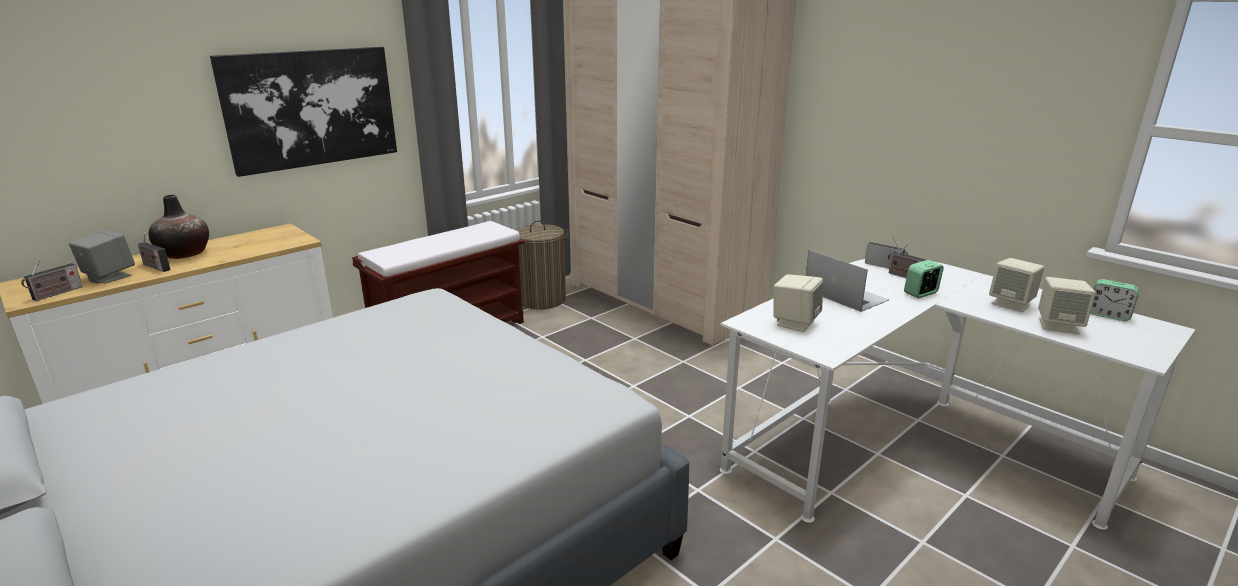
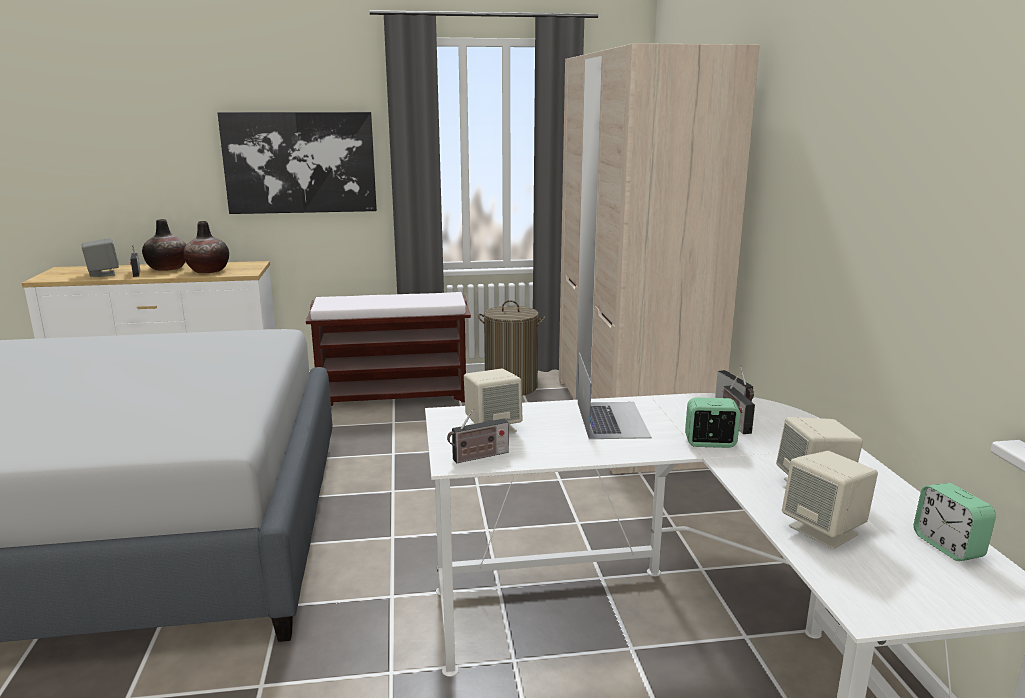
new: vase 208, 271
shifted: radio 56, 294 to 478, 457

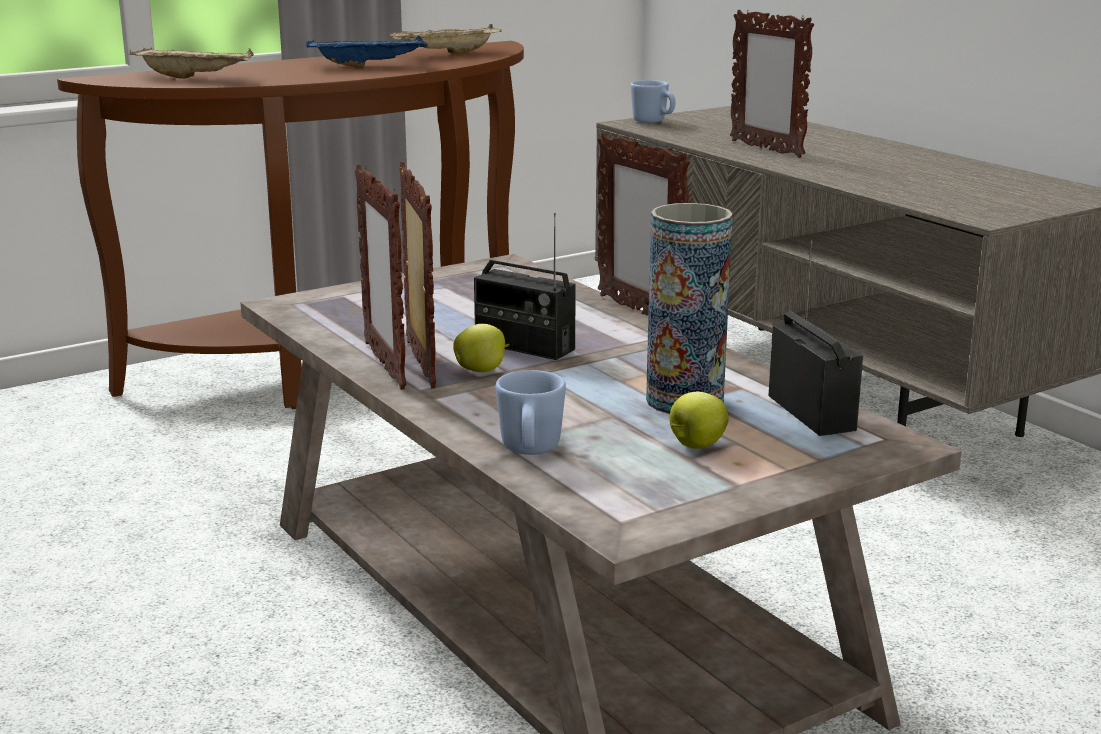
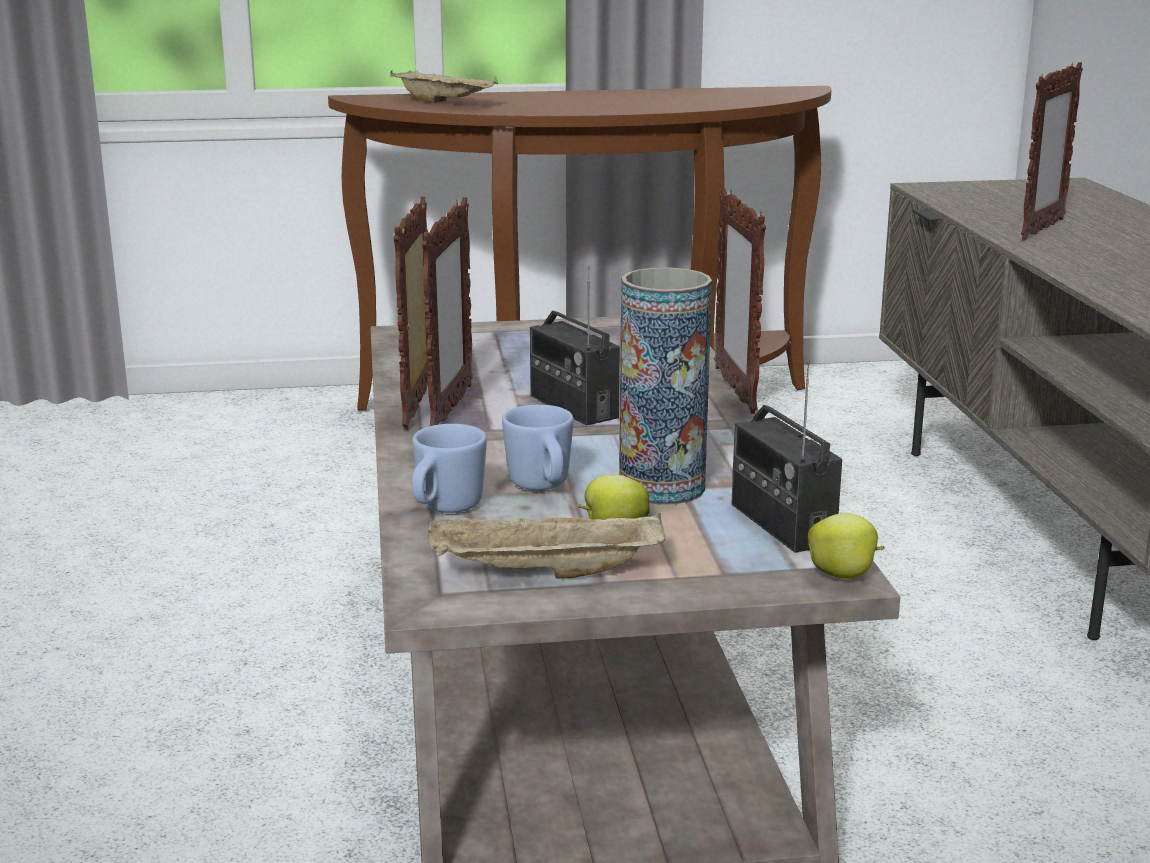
gone: blue tray 370, 65
shifted: beige tray 446, 54 to 543, 574; blue mug 653, 122 to 542, 487; apple 482, 371 to 843, 575
rotated: radio 811, 413 = 781, 524 150 degrees clockwise; picture frame 766, 149 = 1041, 229 135 degrees counterclockwise

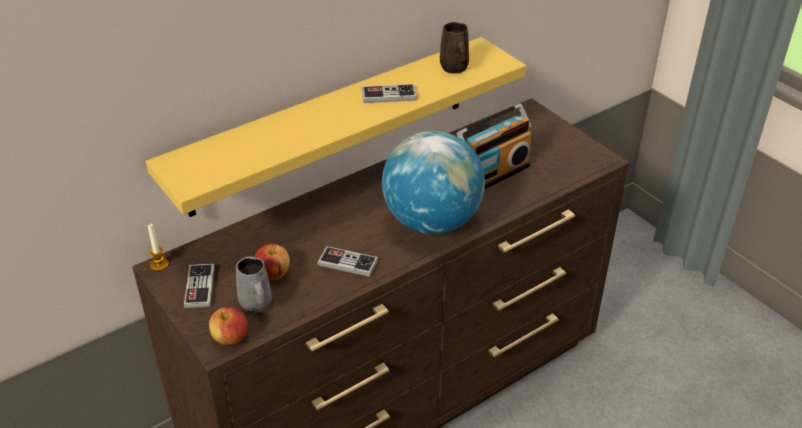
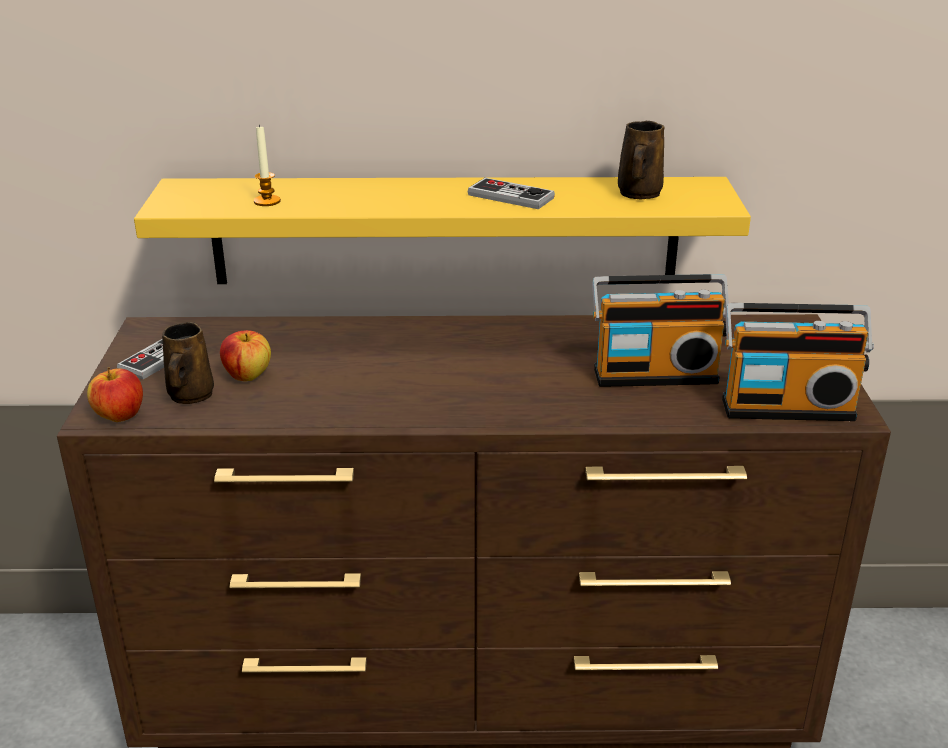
gone: game controller 347, 263; globe 431, 221
new: radio 786, 406
shifted: candle 159, 264 to 267, 201
repainted: grey mug 256, 304 to brown mug 190, 396

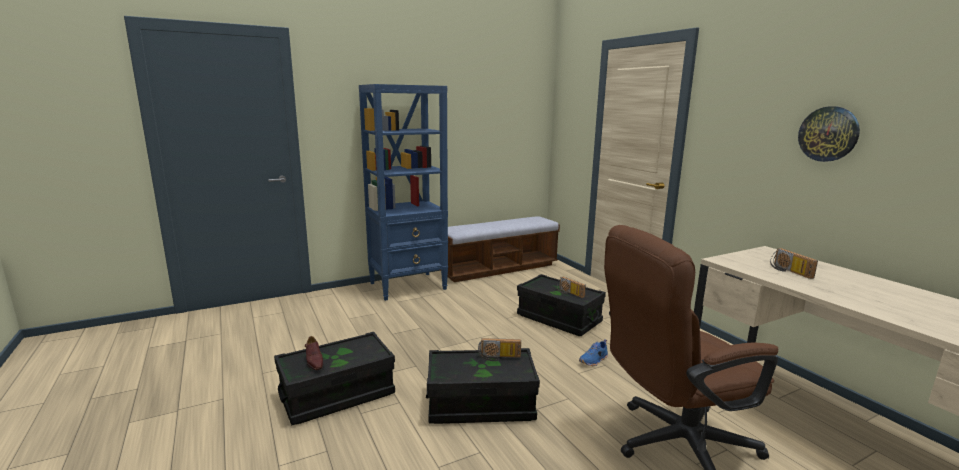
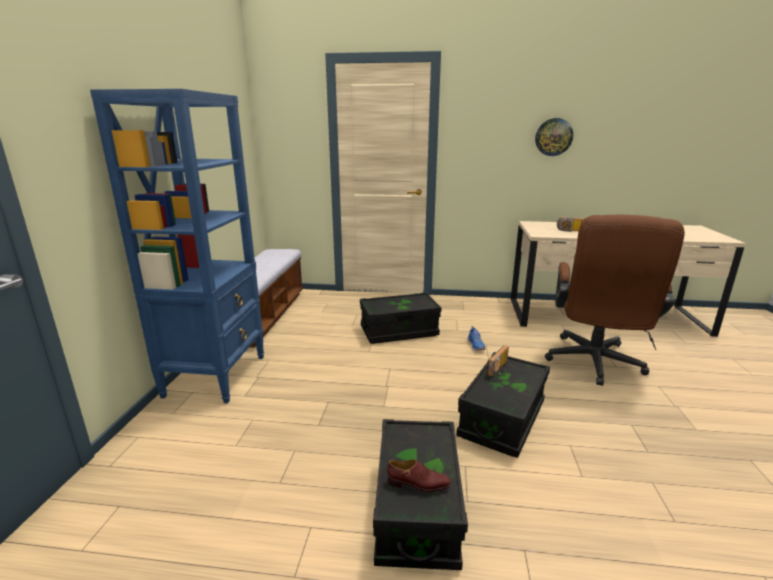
gone: radio 569, 293

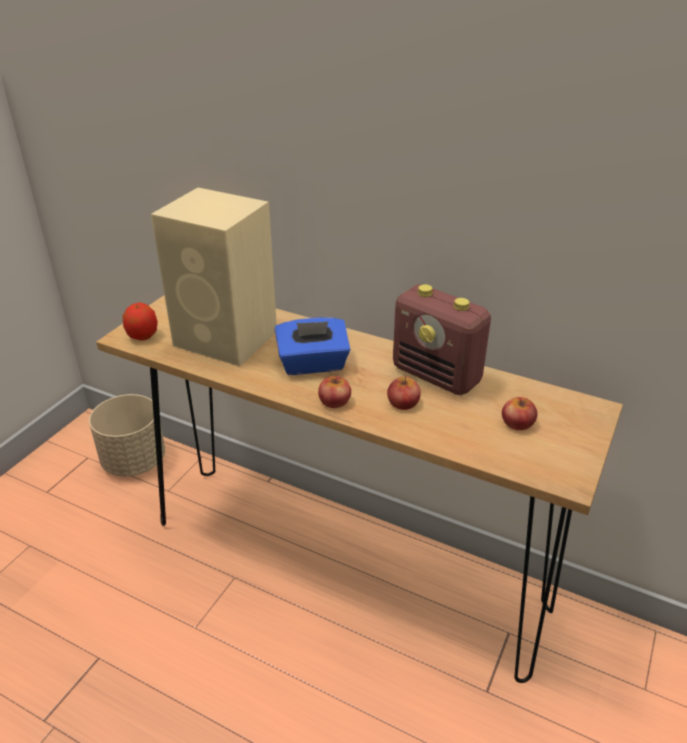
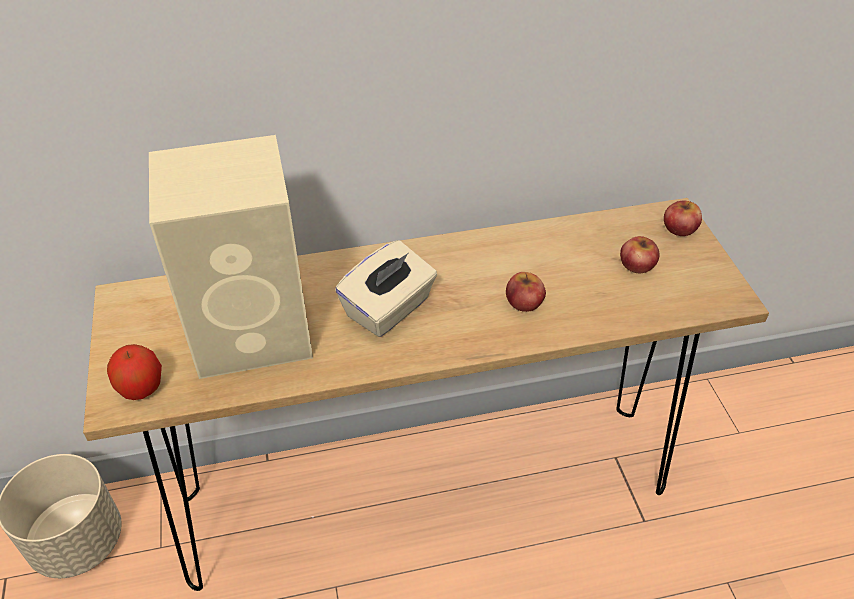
gone: radio 437, 376
shifted: apple 334, 401 to 679, 228
repainted: blue tissue box 313, 364 to beige tissue box 389, 309

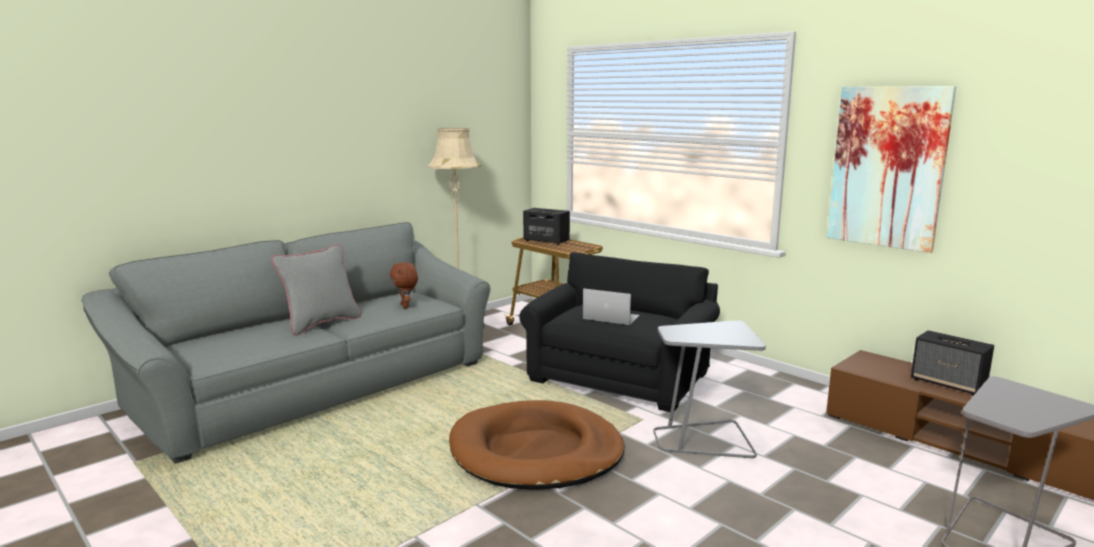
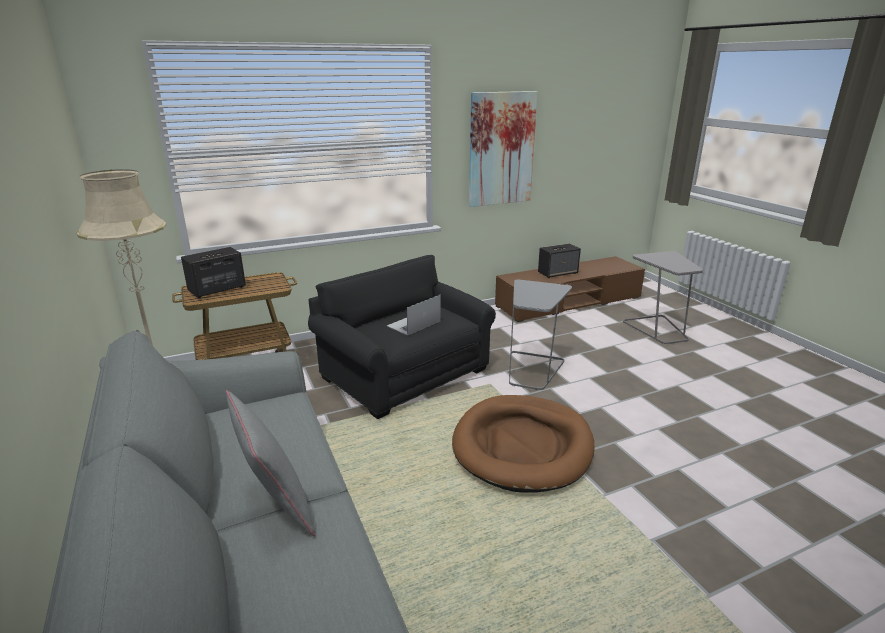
gone: brown plush toy 405, 306

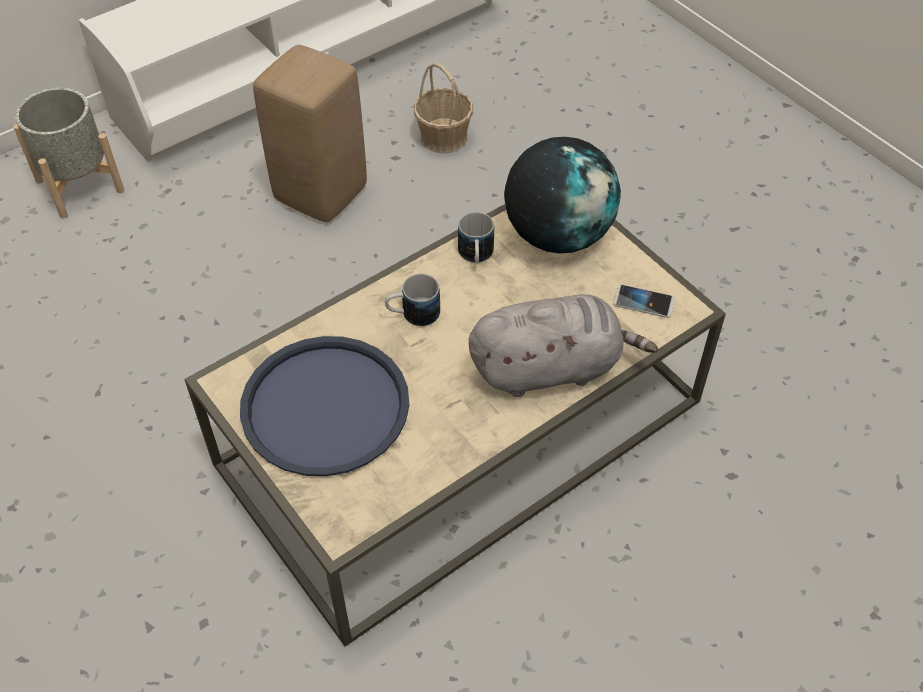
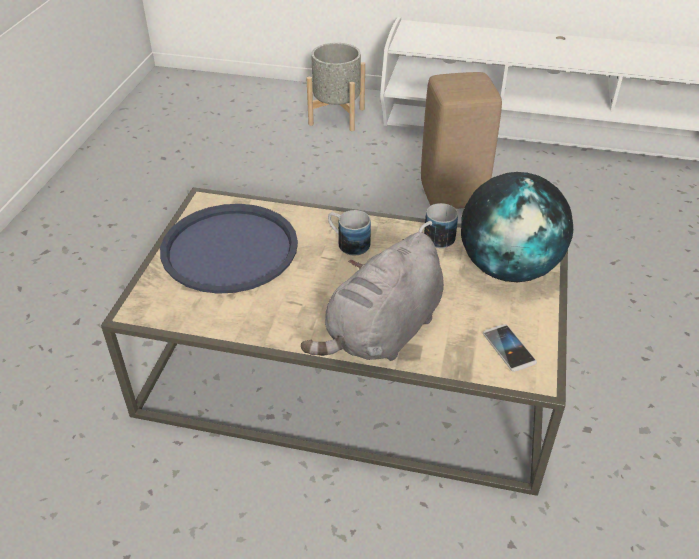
gone: basket 443, 136
rotated: grey plush toy 551, 368 = 382, 333 90 degrees clockwise

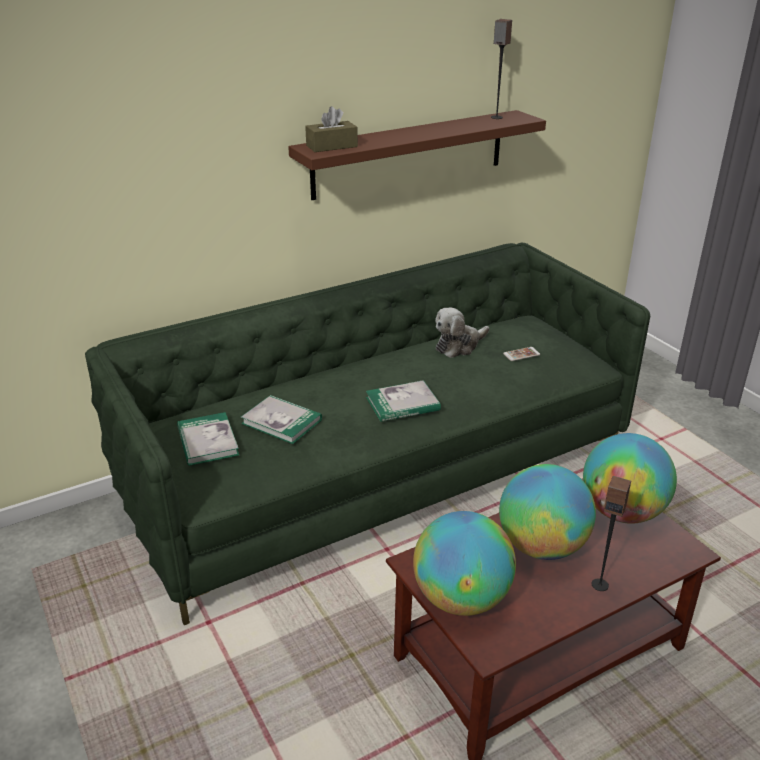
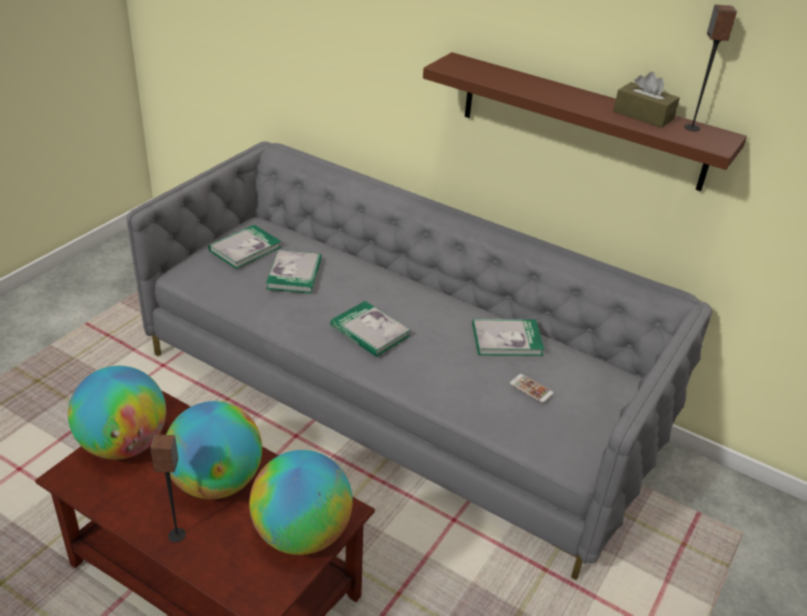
shifted: brown tissue box 331, 146 to 643, 115
swapped: plush toy 459, 345 to book 507, 339
repainted: green sofa 380, 475 to grey sofa 397, 400

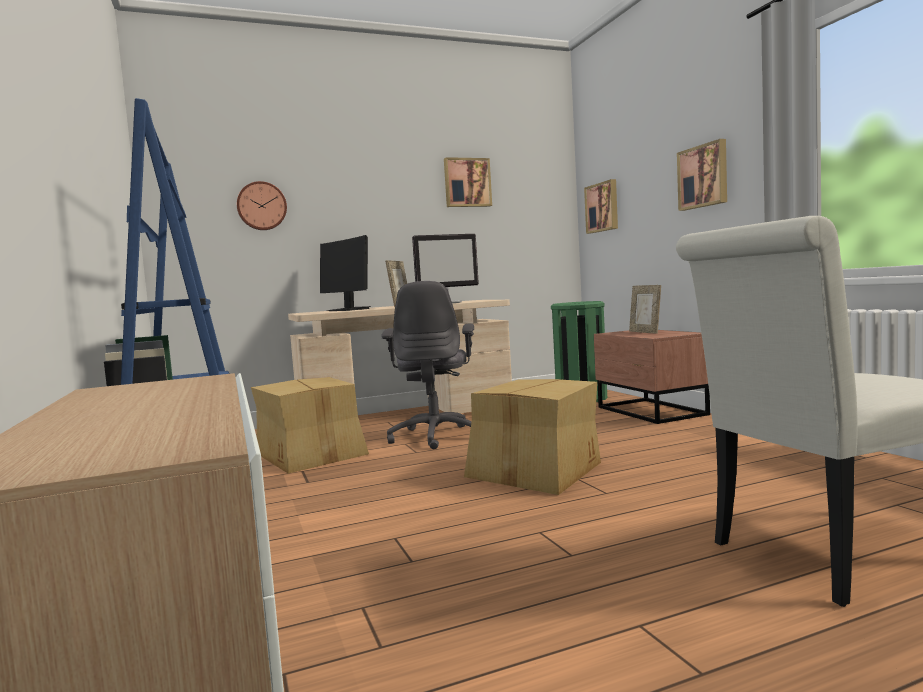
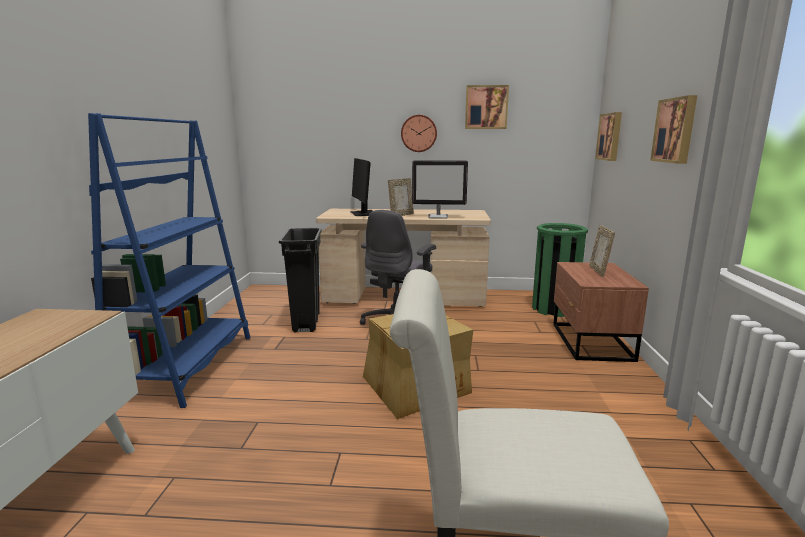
shifted: wall clock 261, 206 to 419, 133
swapped: cardboard box 312, 455 to black trash can 306, 322

